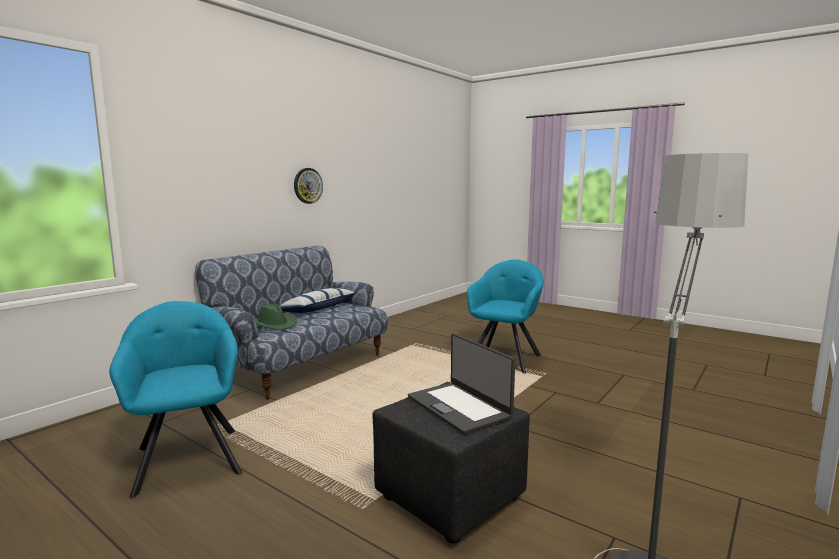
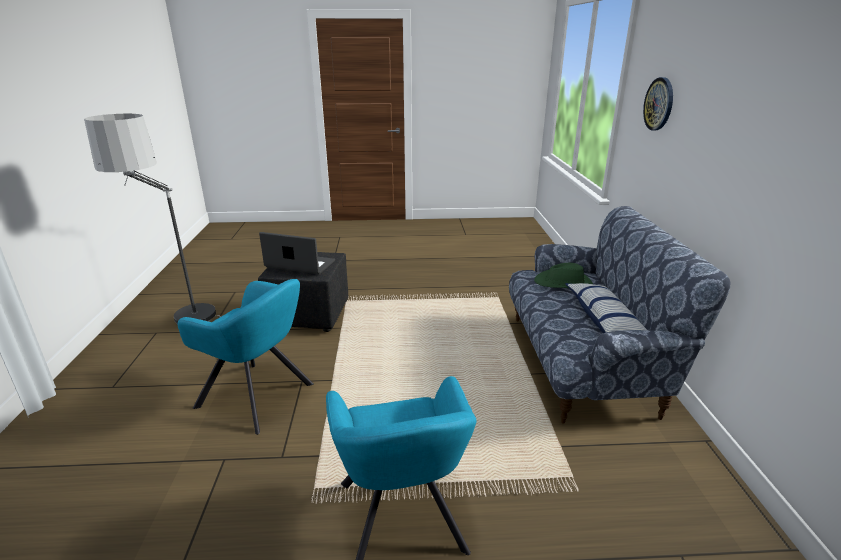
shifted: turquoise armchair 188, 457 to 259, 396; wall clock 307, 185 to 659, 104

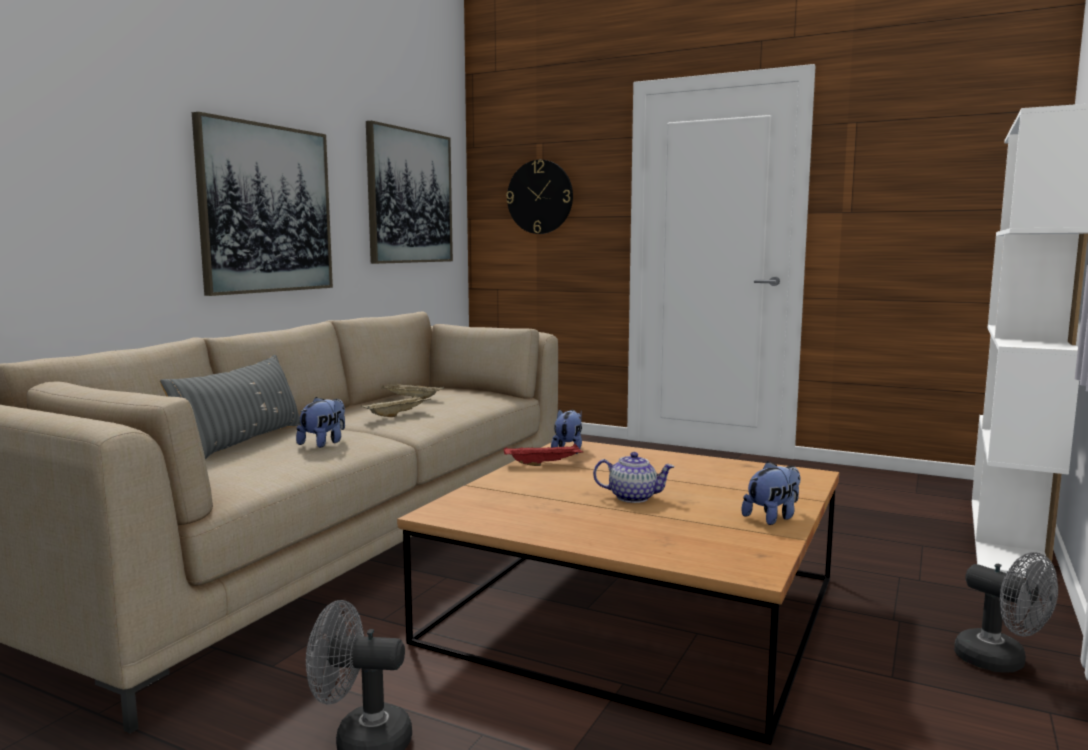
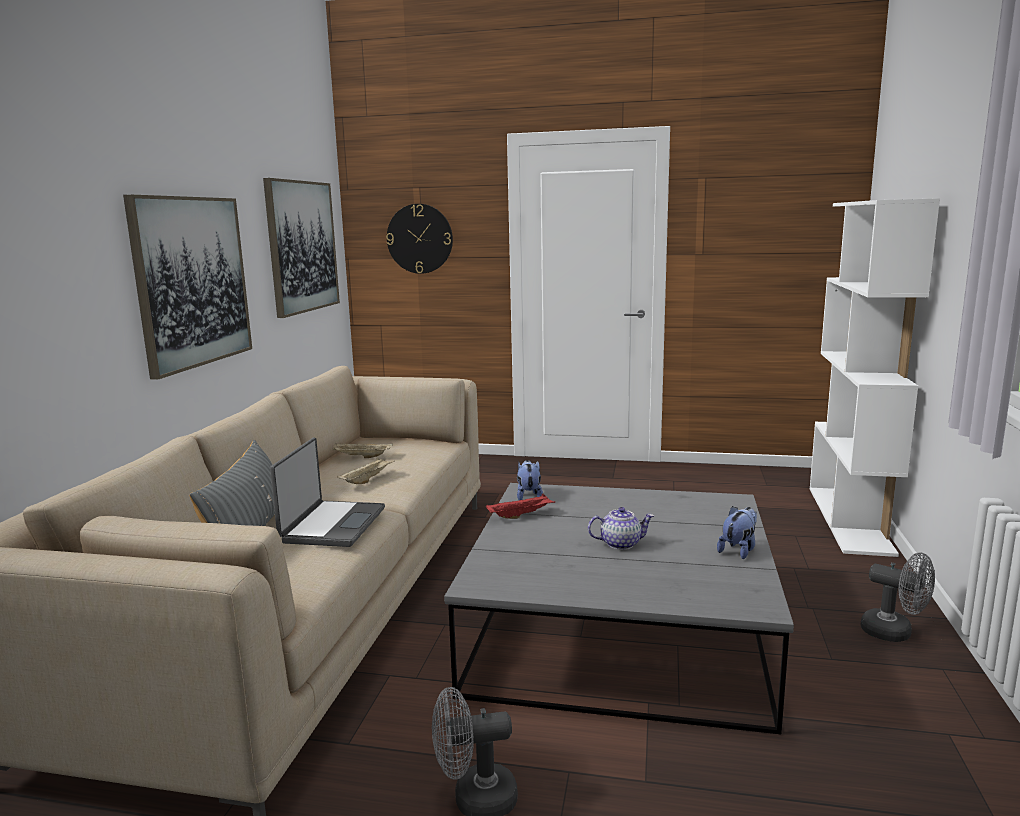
swapped: plush toy 324, 443 to laptop 332, 525
repainted: brown coffee table 636, 609 to grey coffee table 619, 630

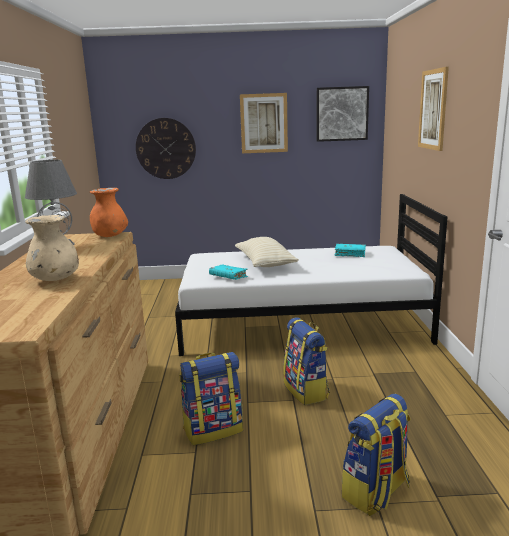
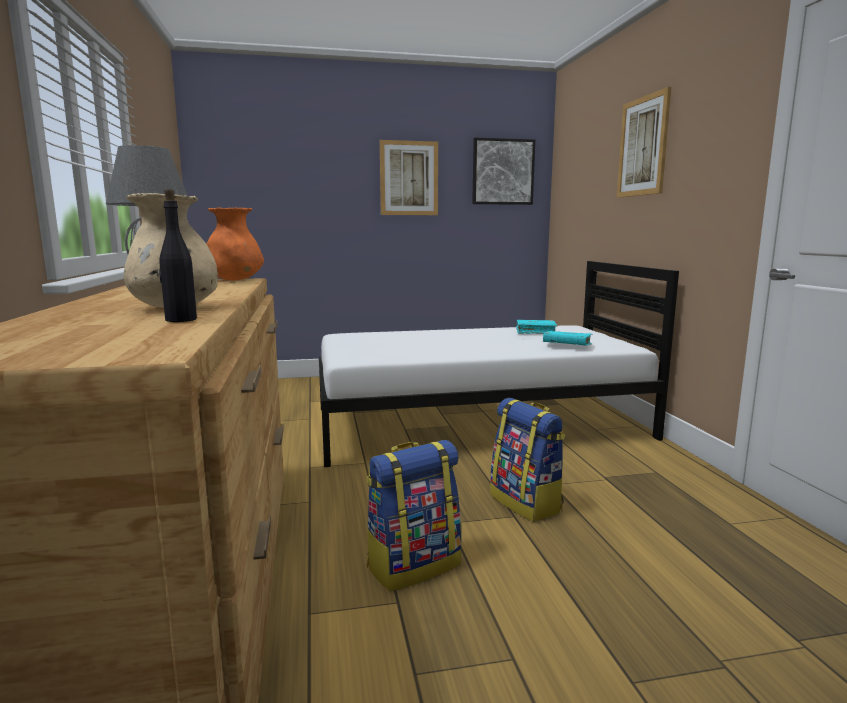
gone: wall clock 166, 148; beige pillow 265, 263; backpack 376, 492
new: black bottle 180, 320
shifted: turquoise book 228, 277 to 566, 345

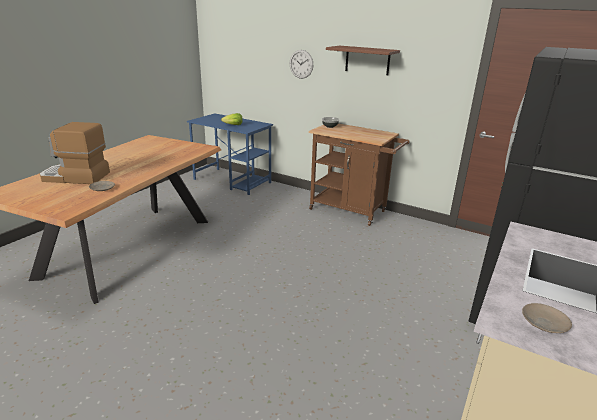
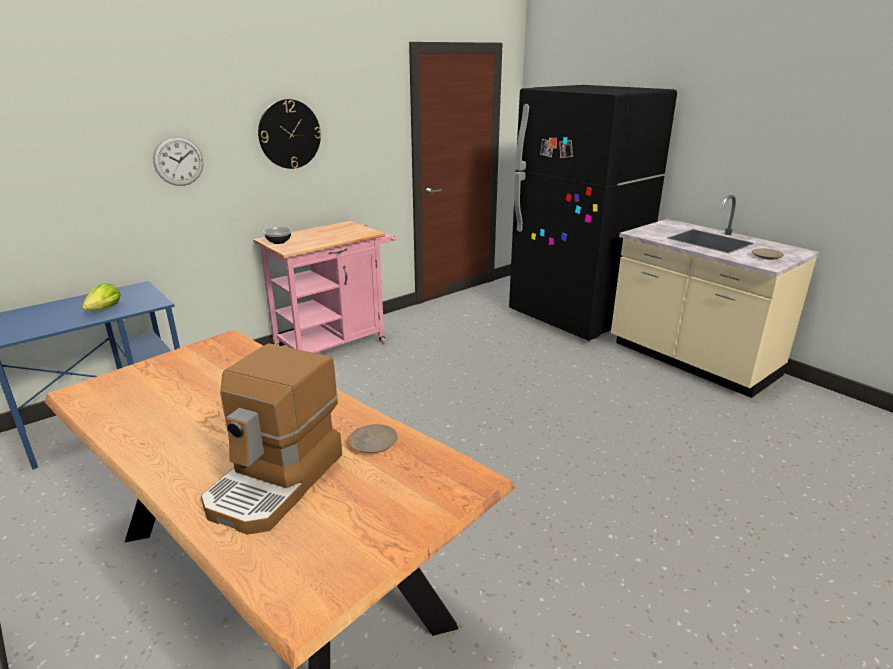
swapped: brown shelf 367, 60 to wall clock 289, 134
repainted: brown cart 352, 211 to pink cart 336, 344

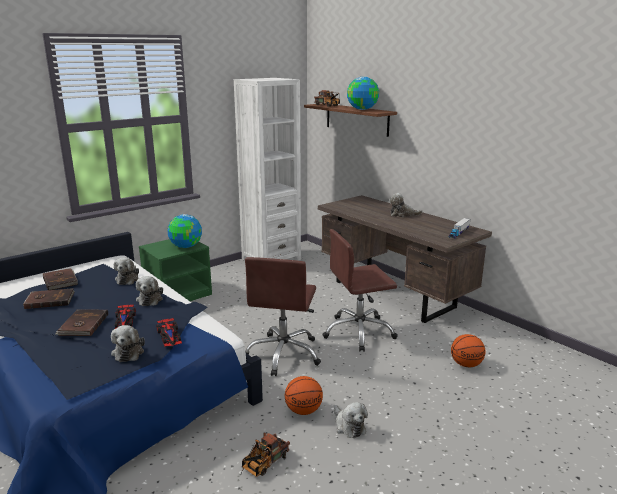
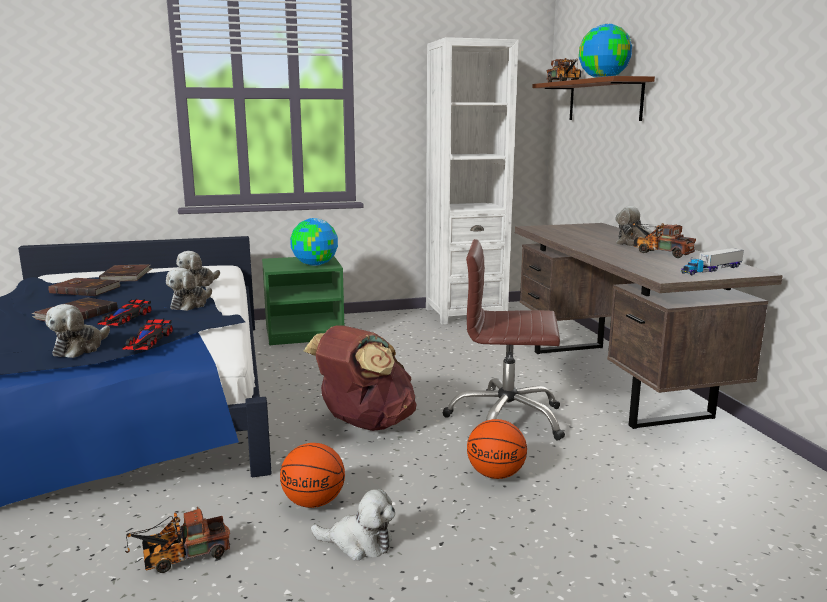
new: toy truck 659, 253
shifted: basketball 466, 364 to 496, 475
swapped: brown office chair 284, 354 to brown backpack 364, 424
rotated: plush toy 349, 426 = 358, 543 75 degrees counterclockwise

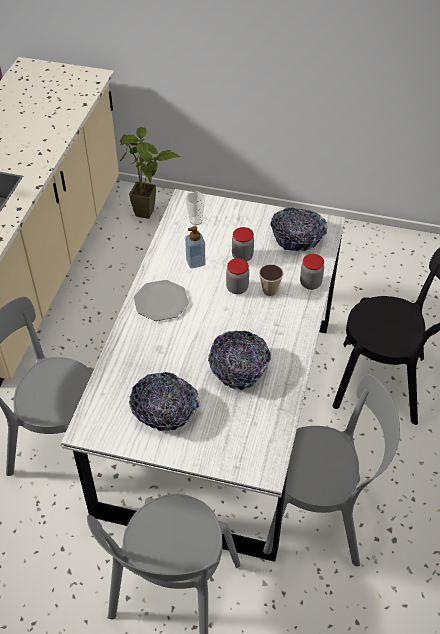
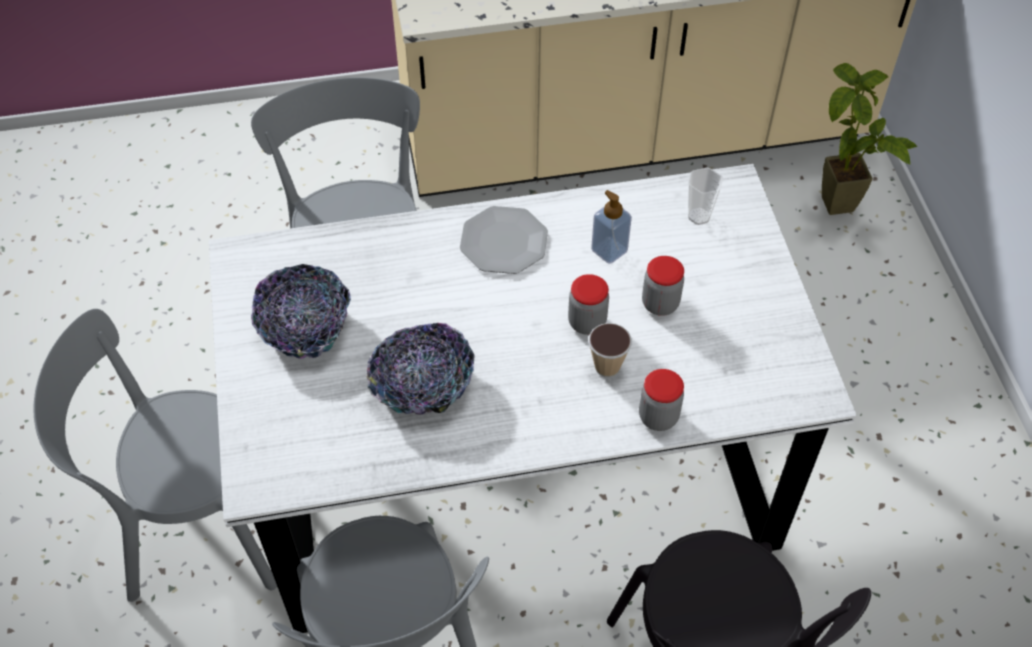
gone: bowl 297, 239

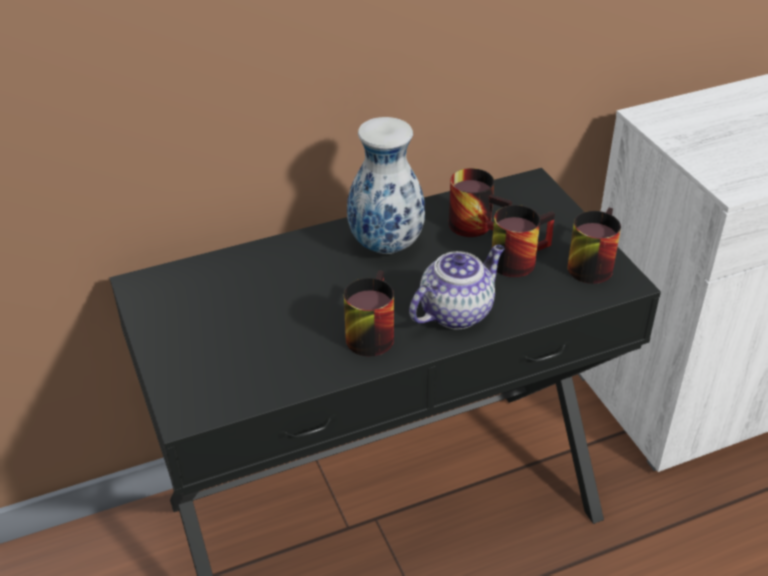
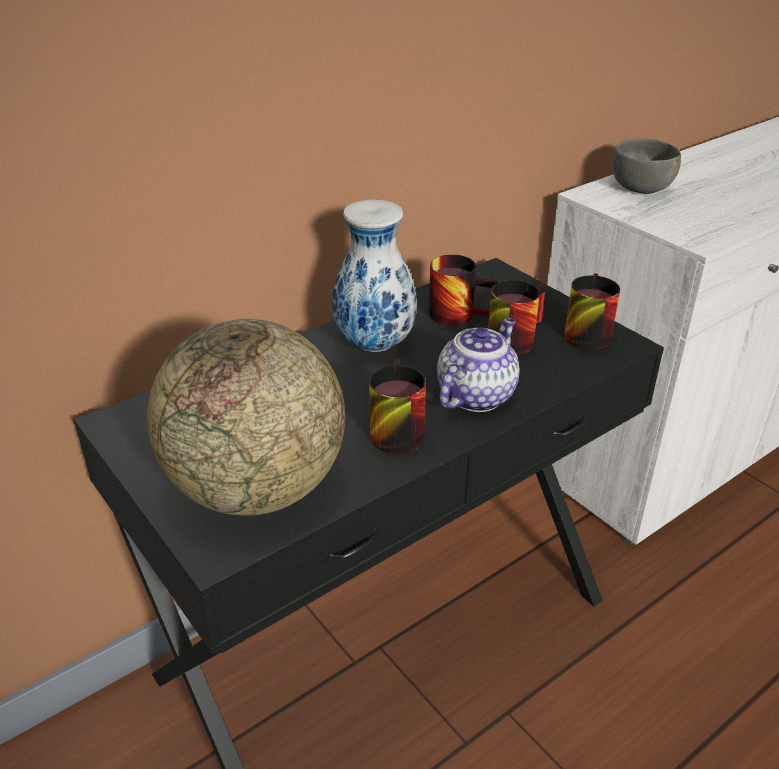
new: globe 257, 488; grey bowl 641, 188

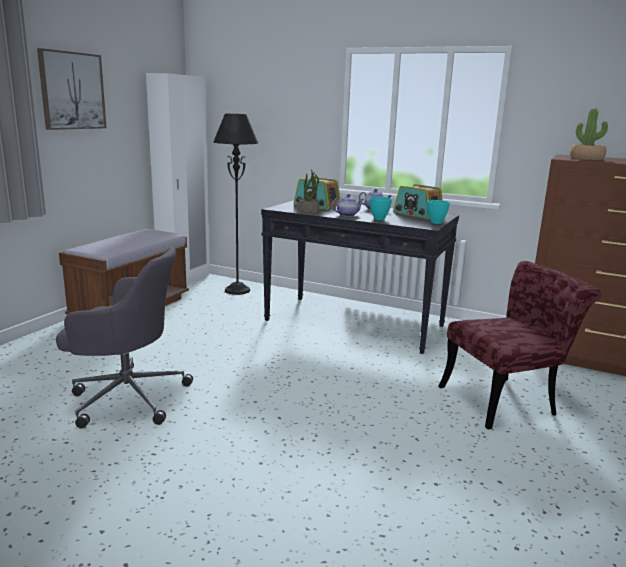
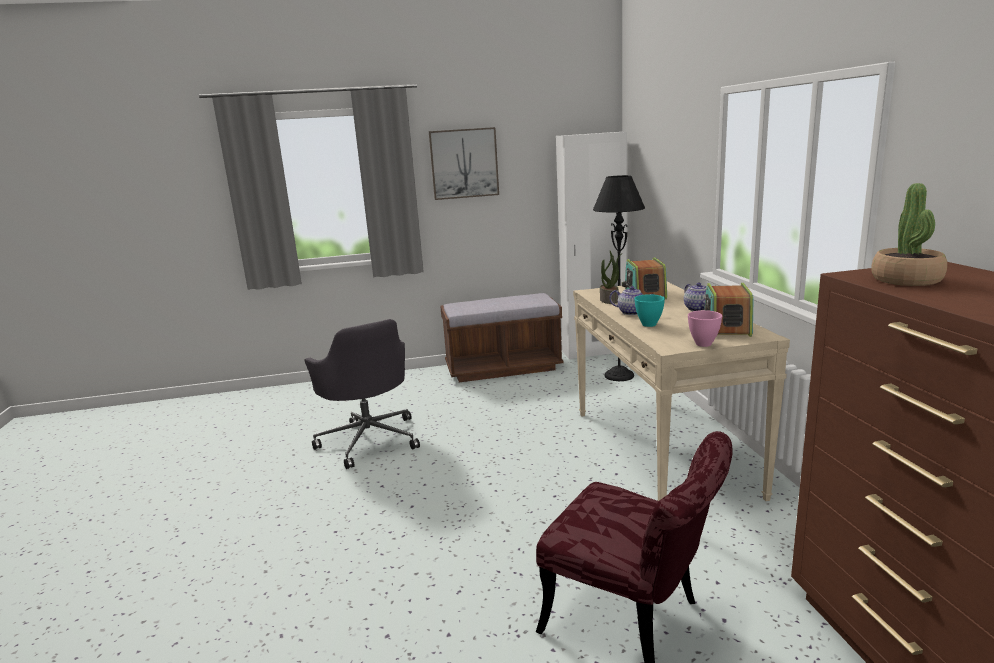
repainted: black console table 355, 323 to beige console table 662, 452; turquoise bowl 435, 222 to pink bowl 702, 344

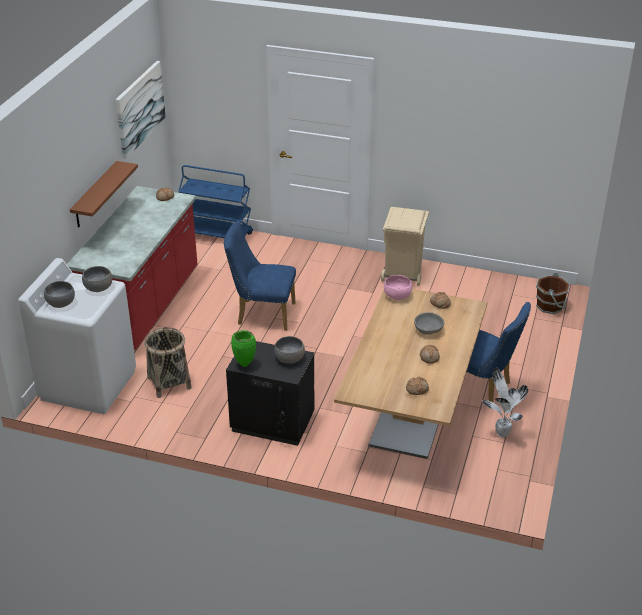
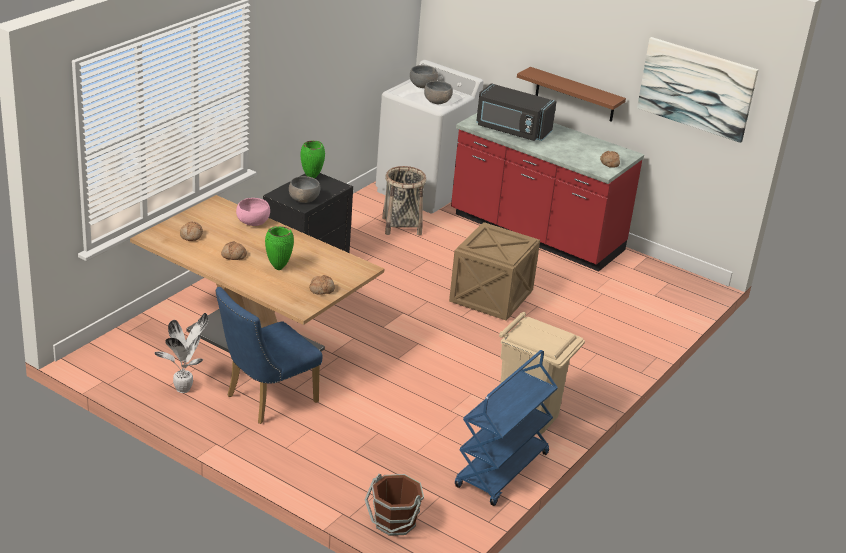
new: black microwave 512, 130
shifted: pink bowl 397, 296 to 252, 222; blue cart 217, 235 to 502, 471
swapped: grey bowl 428, 330 to green vase 278, 268; blue chair 261, 314 to crate 491, 296

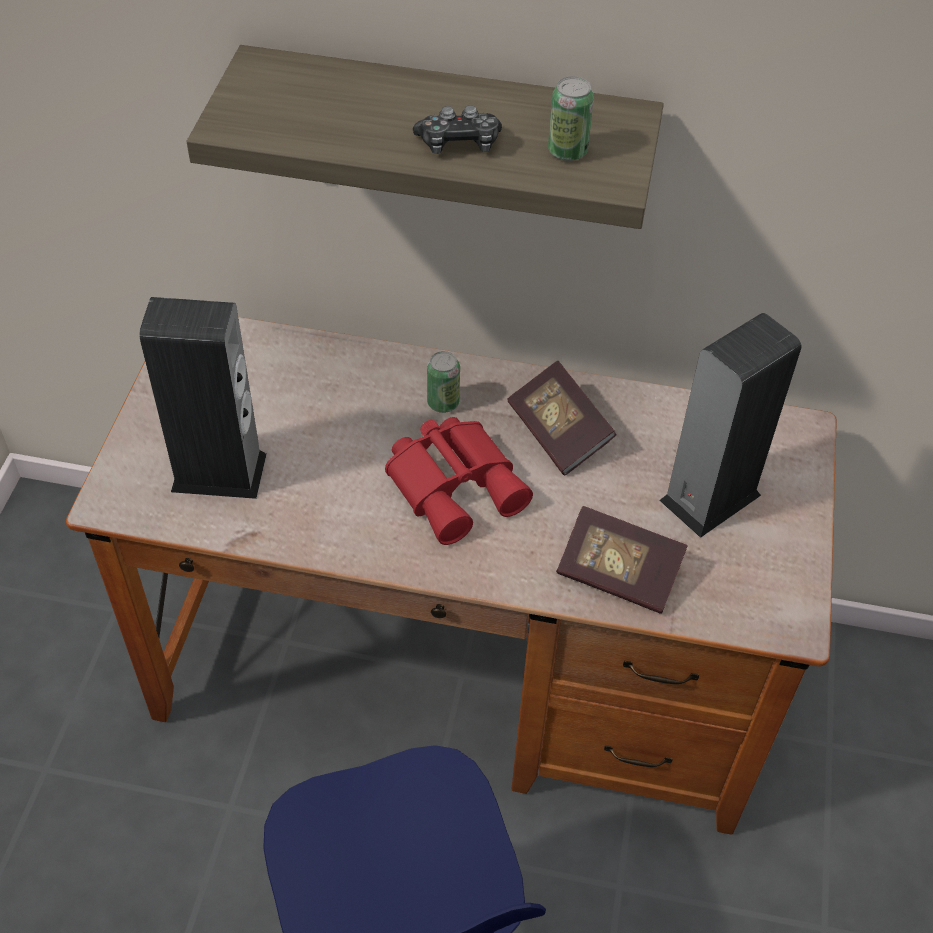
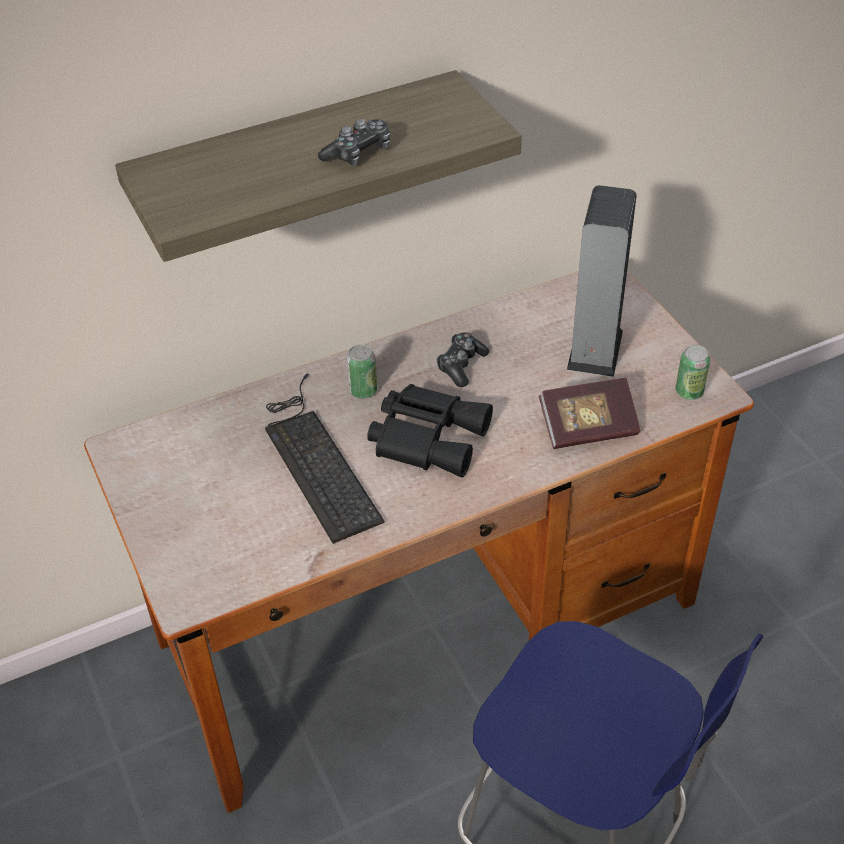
gone: speaker 219, 472
new: keyboard 317, 459
shifted: can 567, 151 to 689, 392
swapped: book 558, 432 to game controller 461, 365
repainted: red binoculars 456, 484 to black binoculars 428, 436

